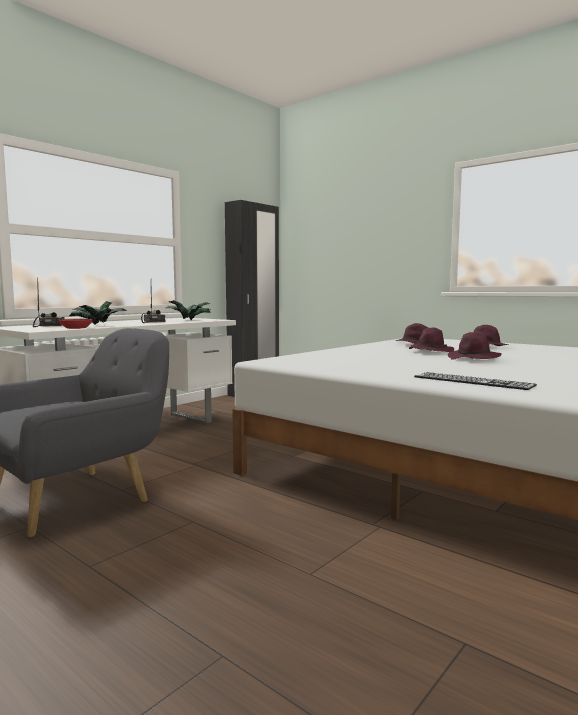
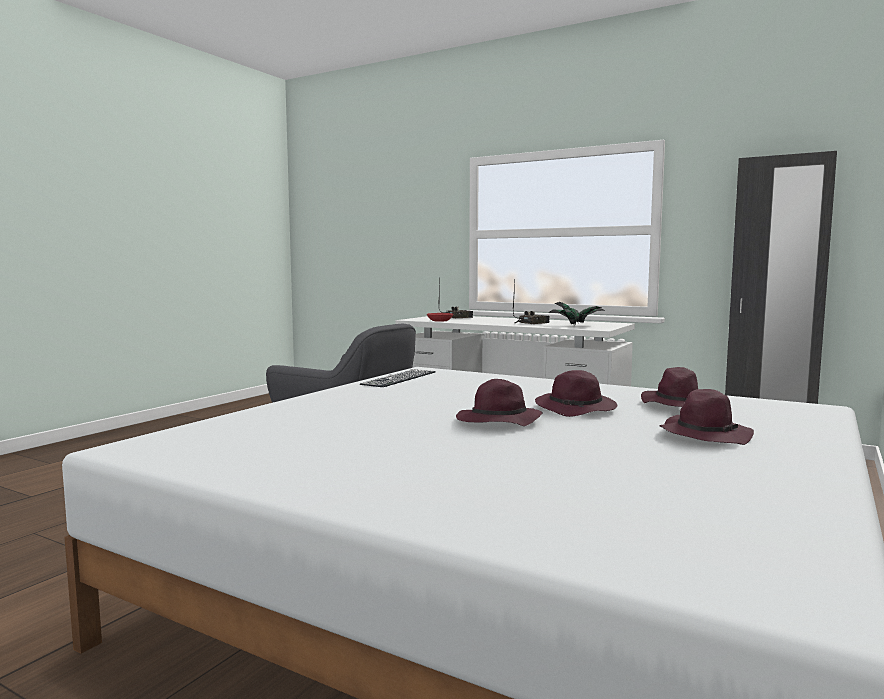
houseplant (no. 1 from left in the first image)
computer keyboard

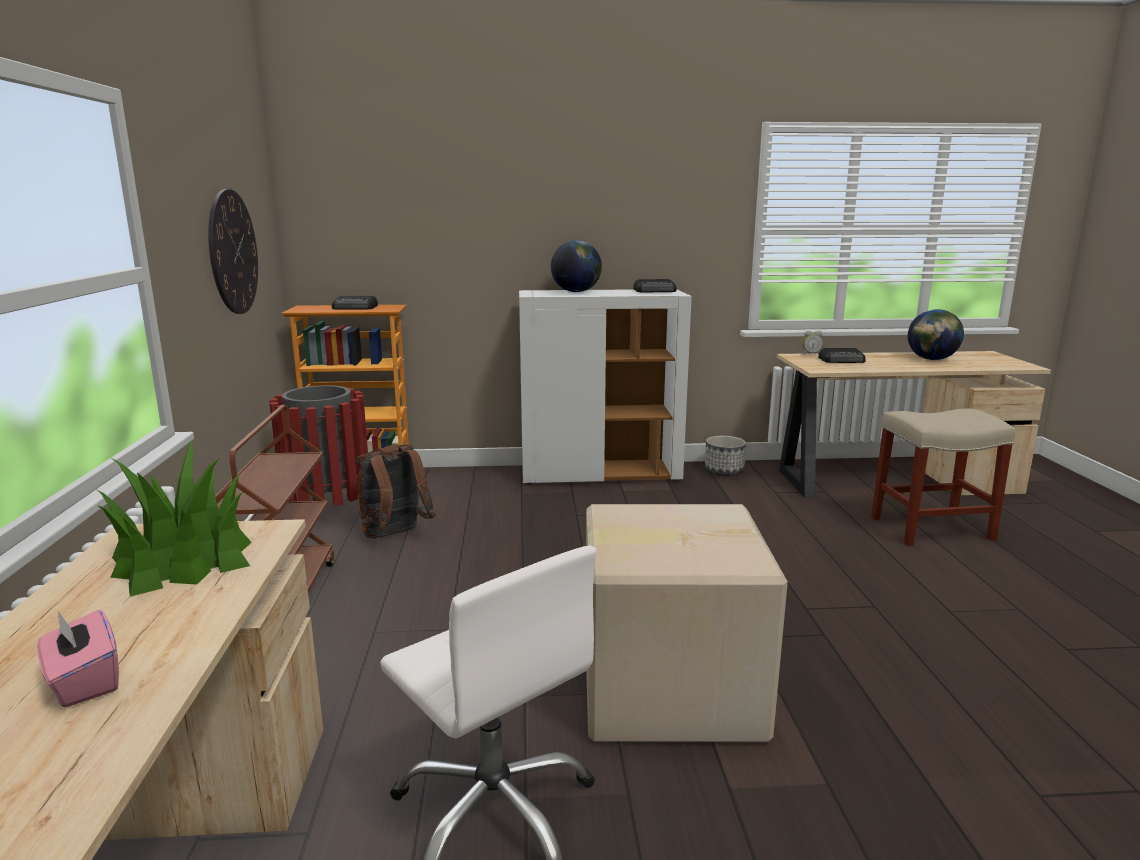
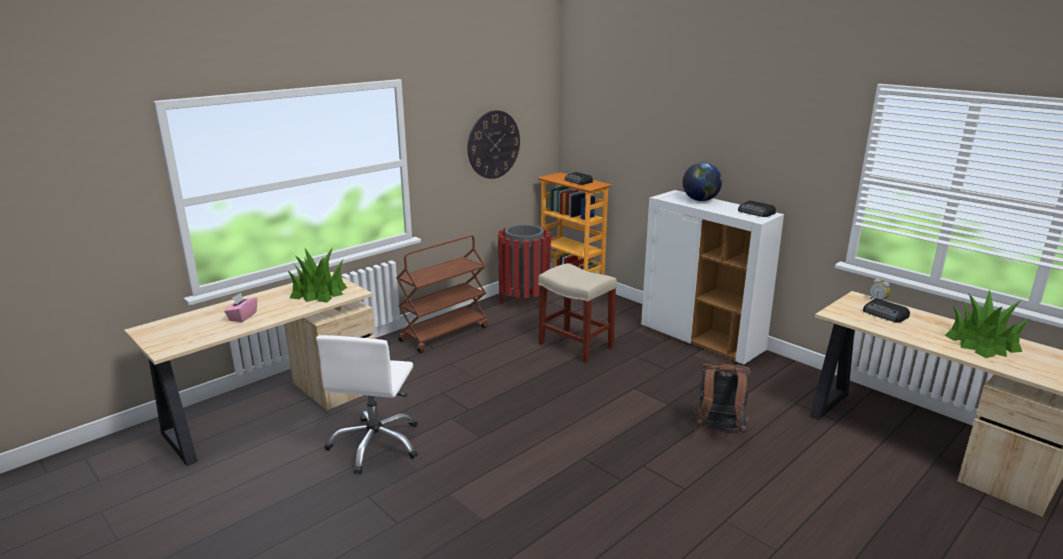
houseplant (no. 2 from left)
beige stool seat
plant pot
brown knapsack
cardboard box

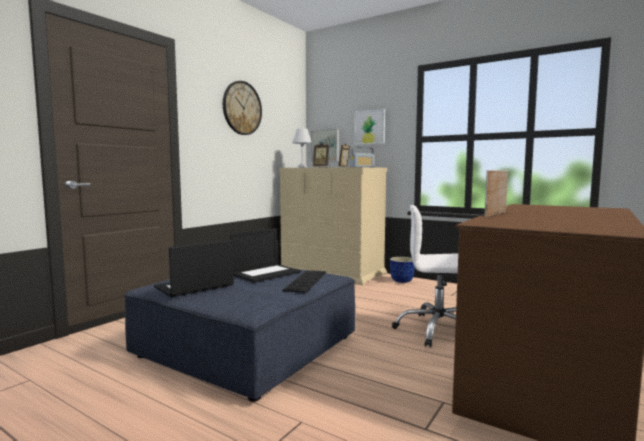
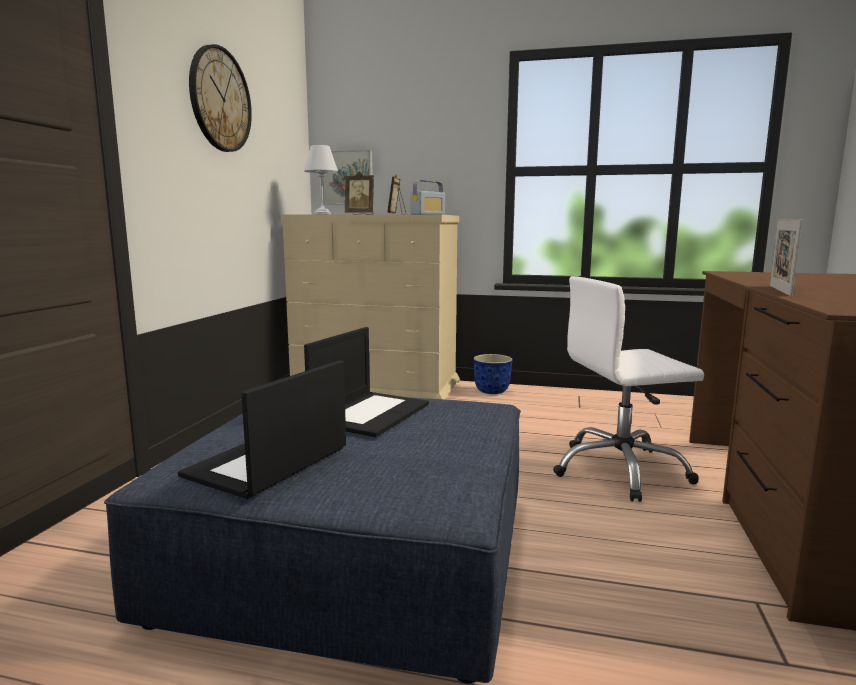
picture (no. 2 from left in the first image)
computer keyboard

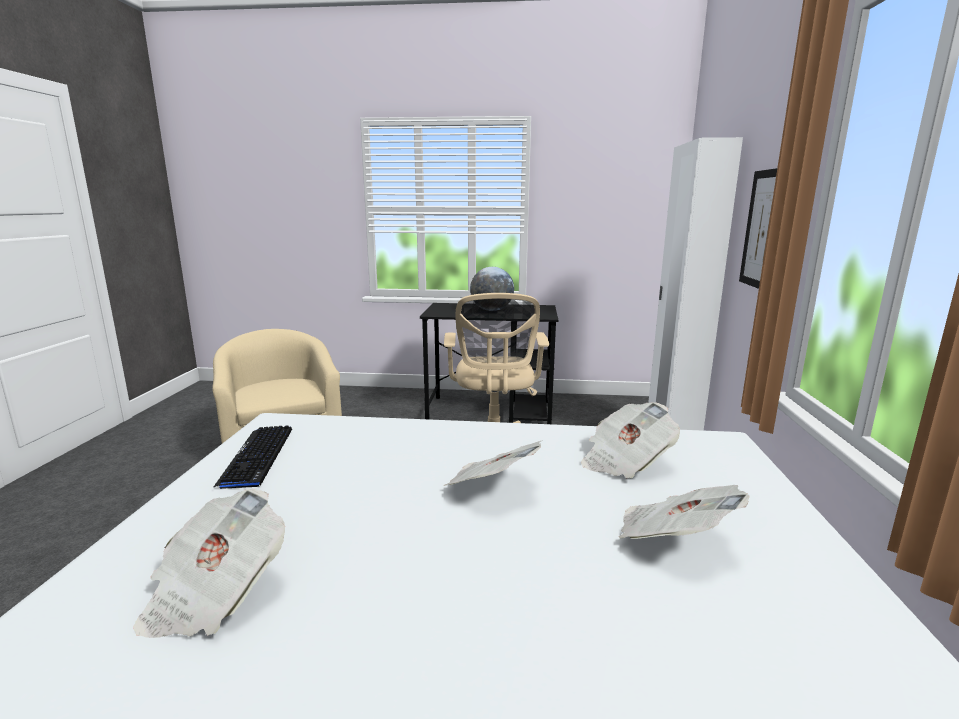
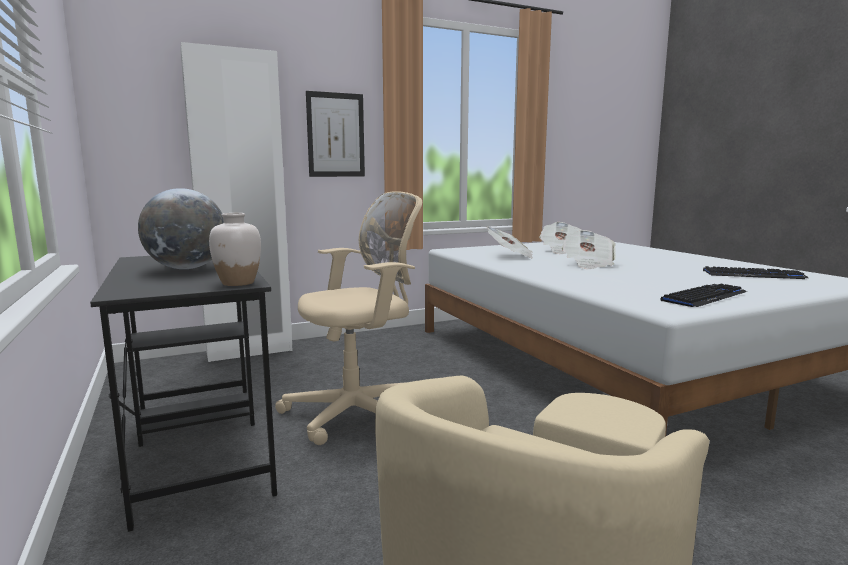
computer keyboard (no. 2 from left)
whitish flower vase

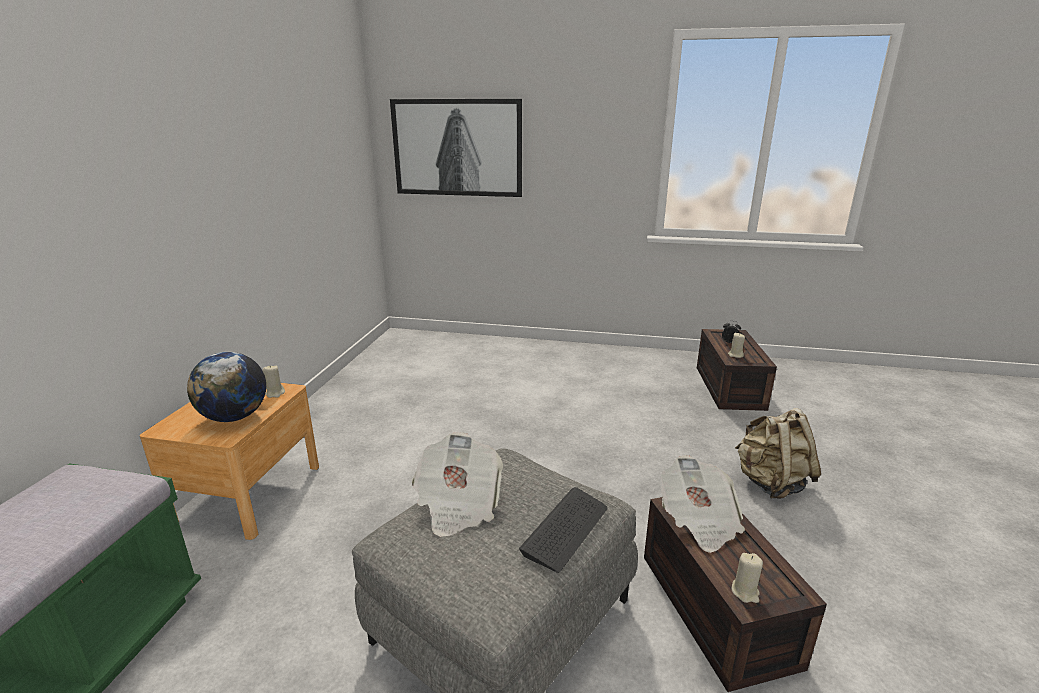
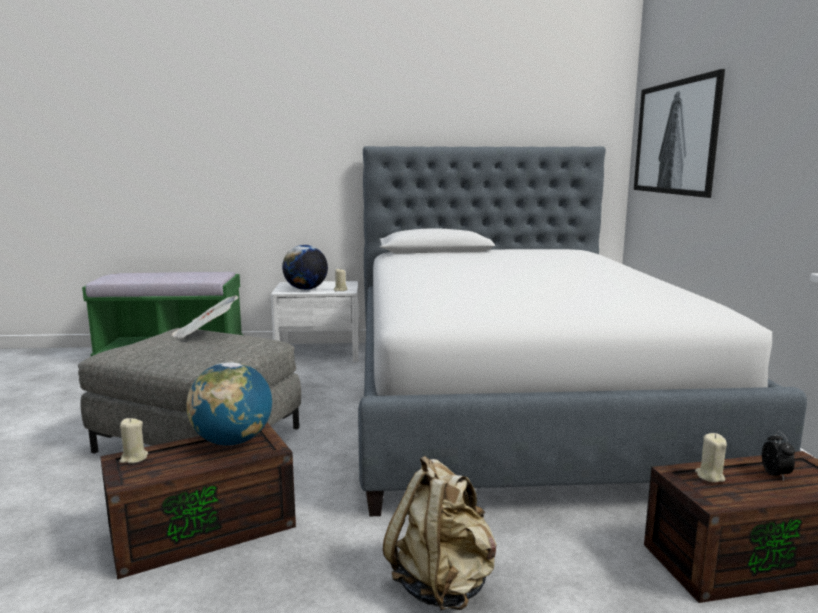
whitish bedside table
desk globe (no. 1 from left)
computer keyboard
sleeping bed

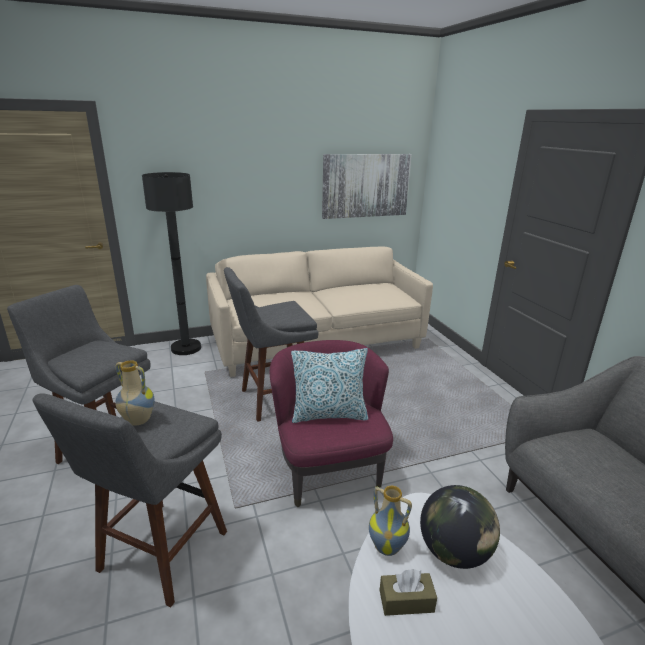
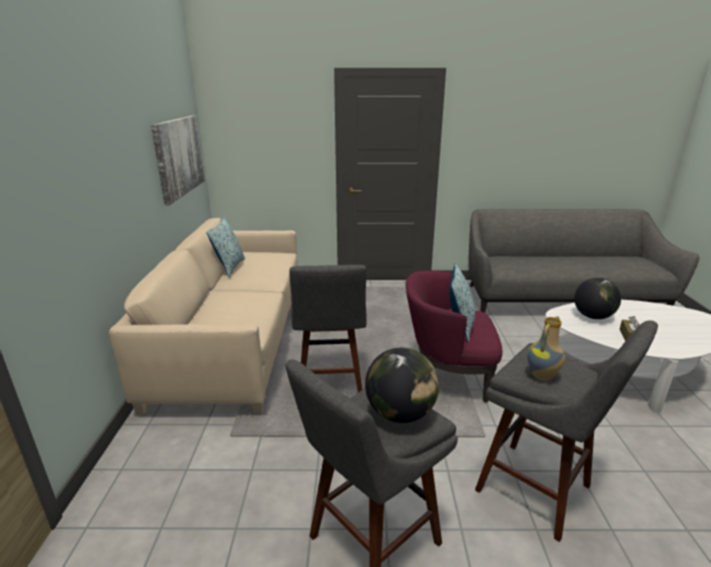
black standard lamp
flower vase (no. 2 from left in the first image)
throw pillow (no. 1 from left)
desk globe (no. 1 from left)

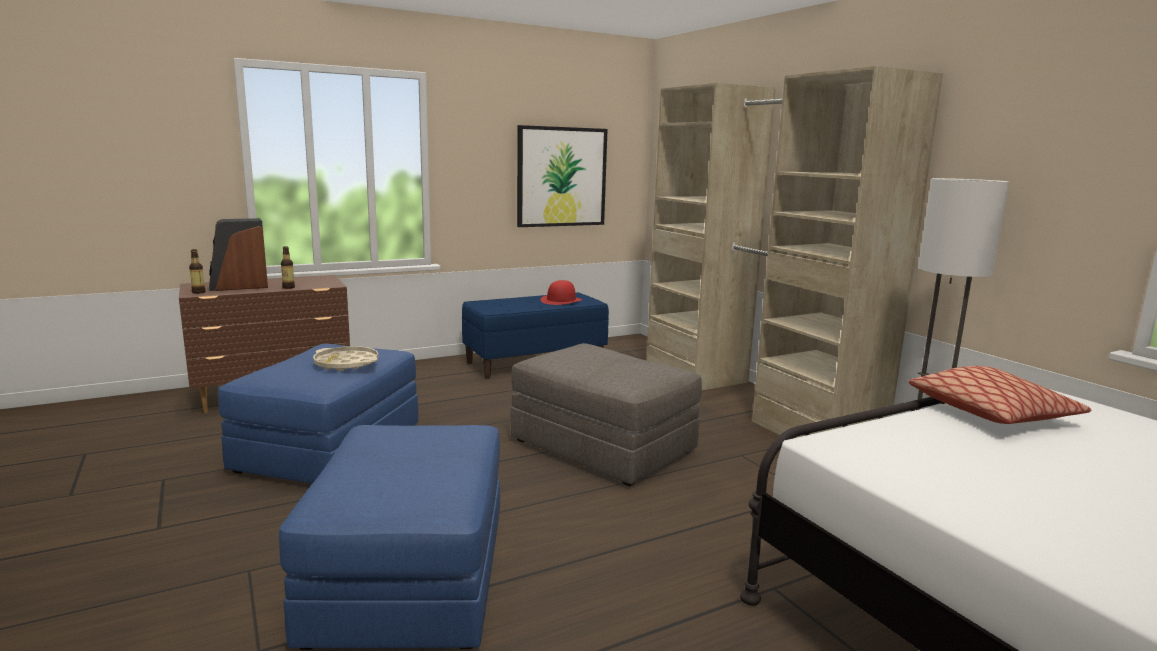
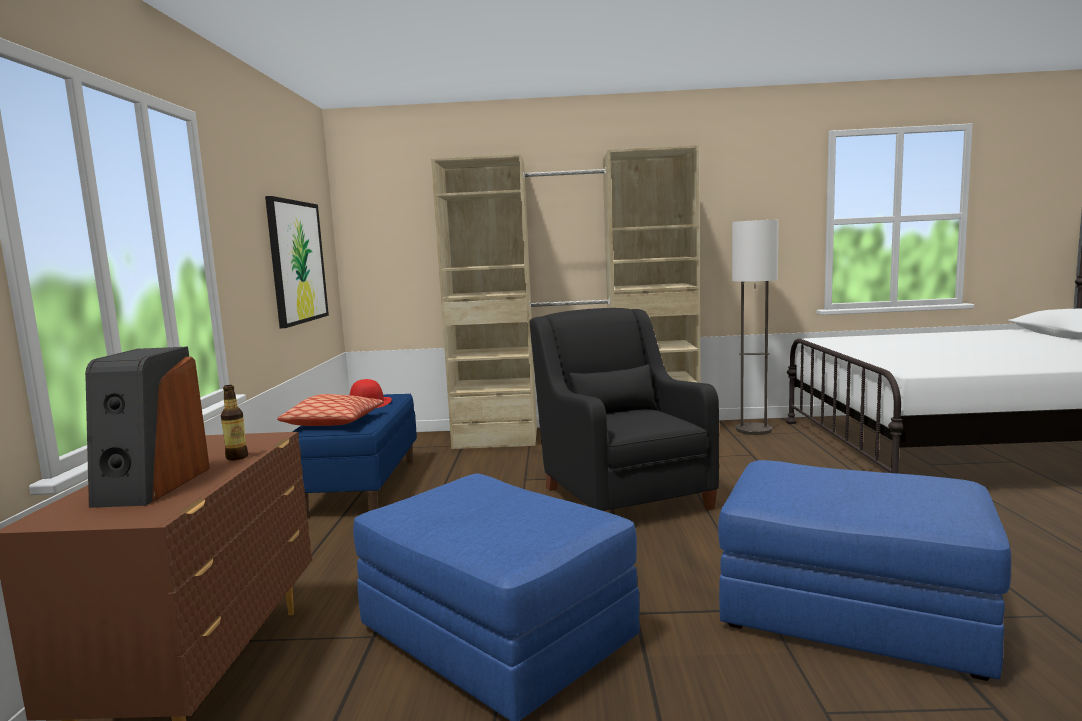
bottle (no. 1 from left in the first image)
black armchair
beige tray
throw pillow

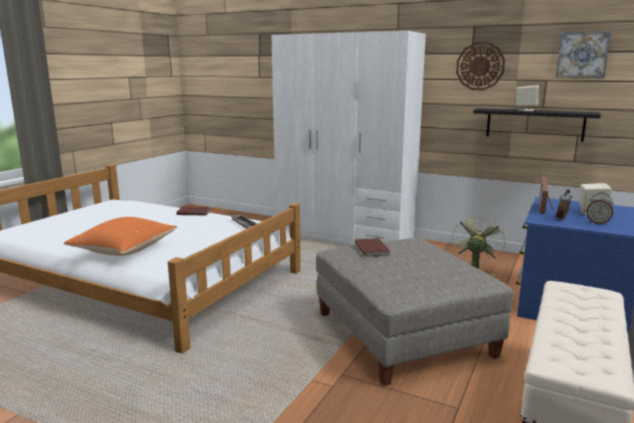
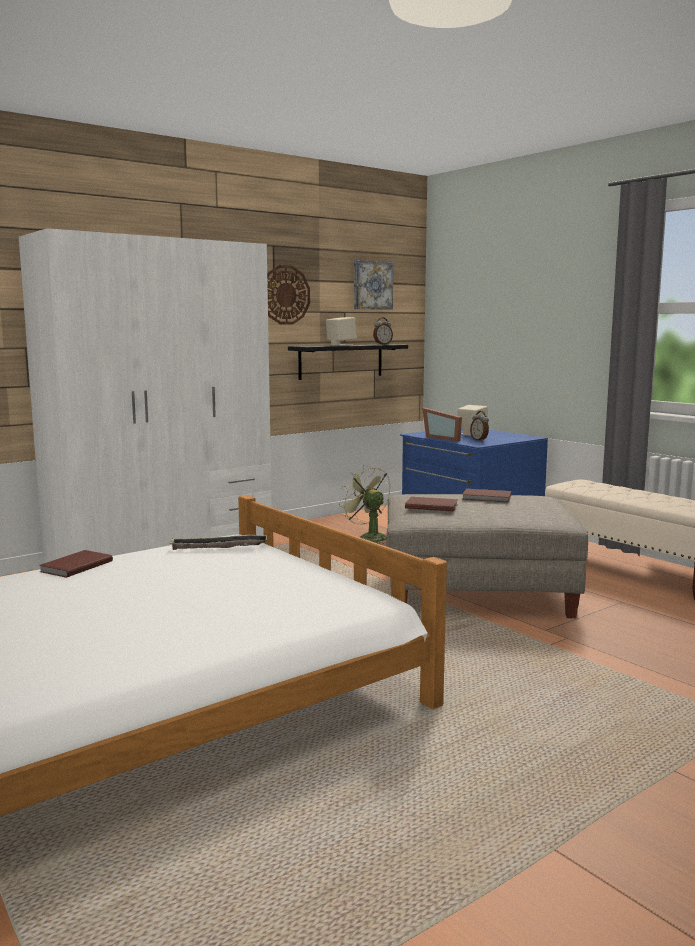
bedside clock (no. 1 from left)
orange-coloured throw pillow
brown volume (no. 3 from left)

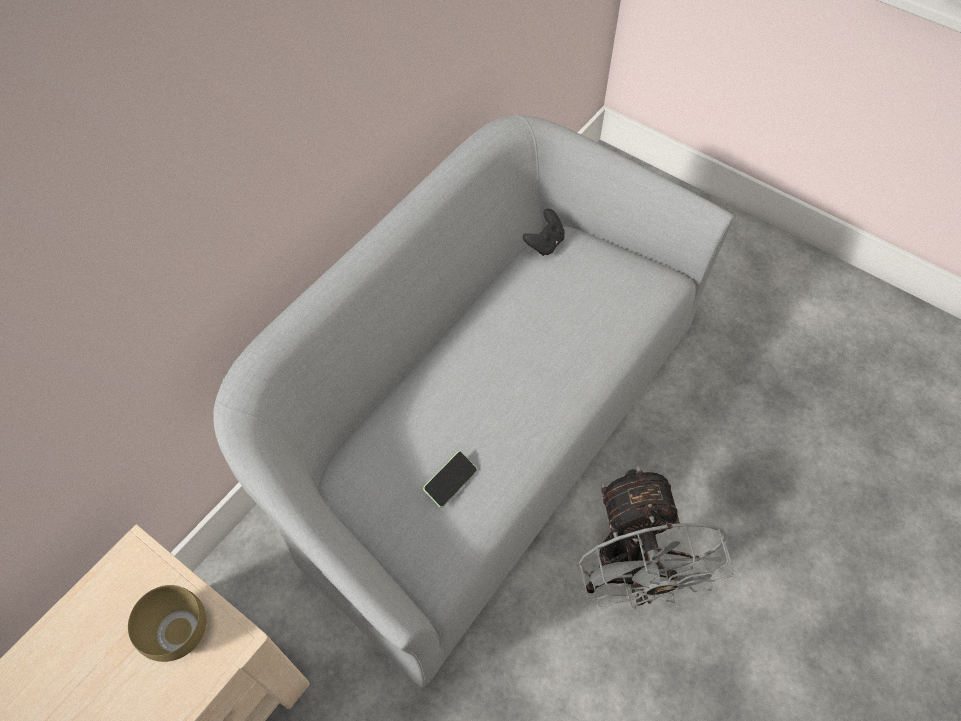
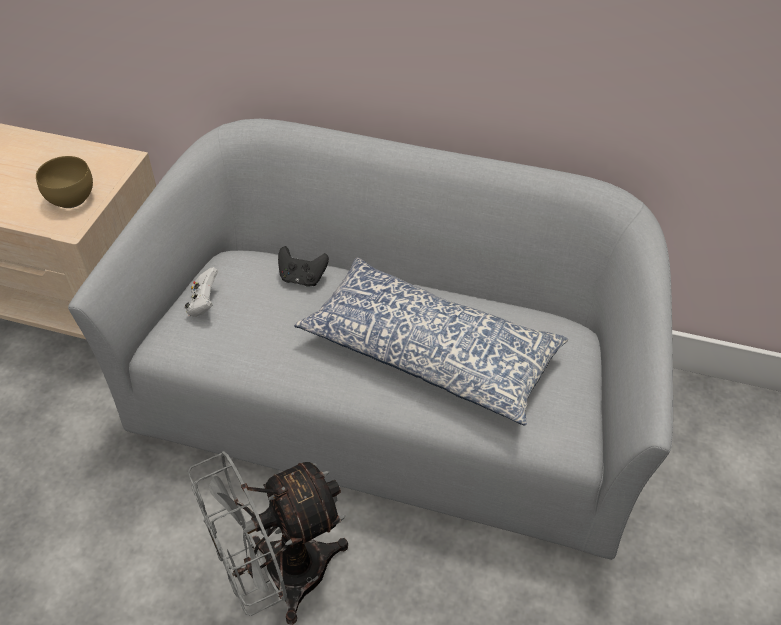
black gamepad
phone
throw pillow
whitish gamepad

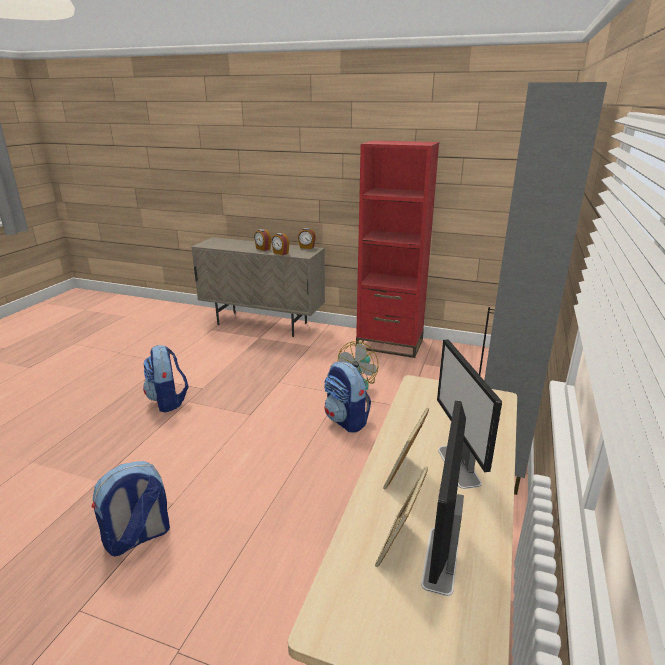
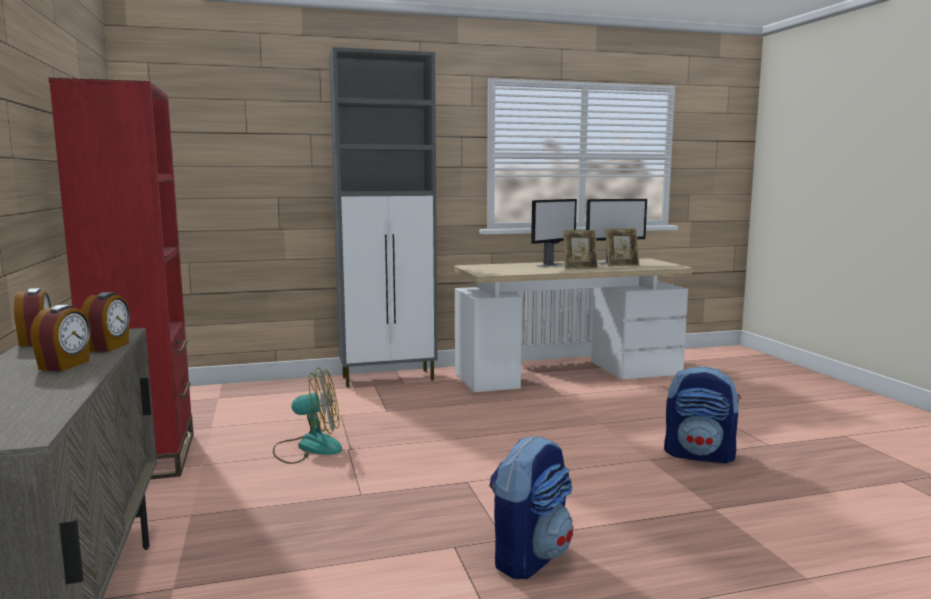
knapsack (no. 3 from left in the first image)

